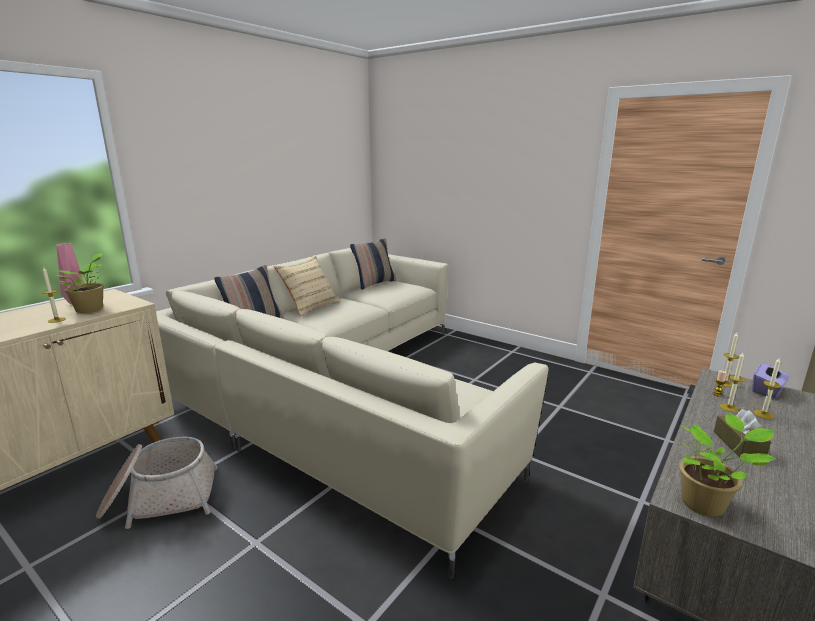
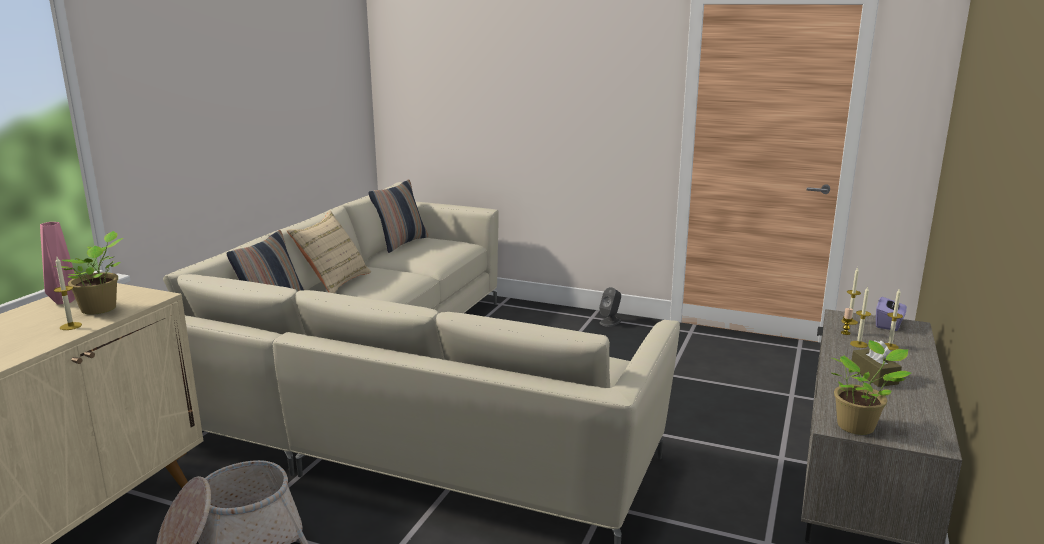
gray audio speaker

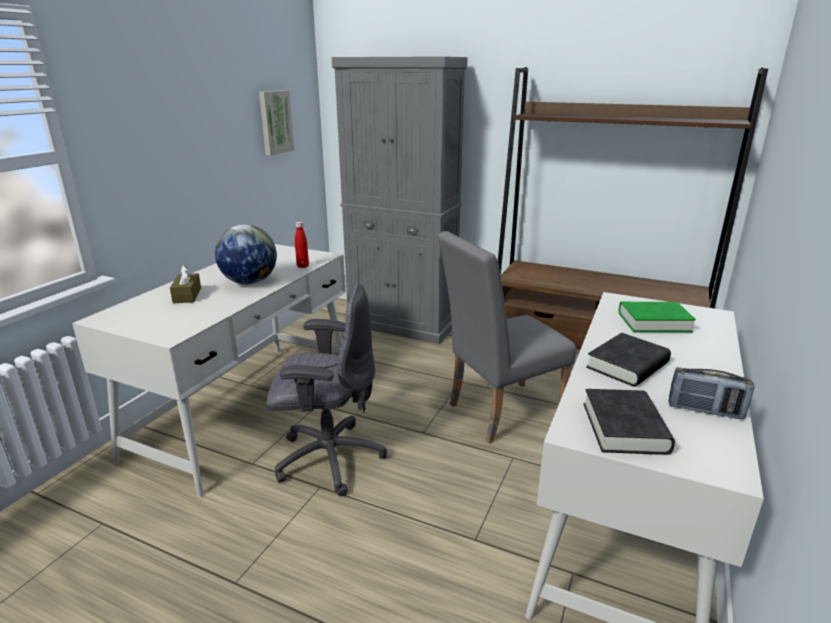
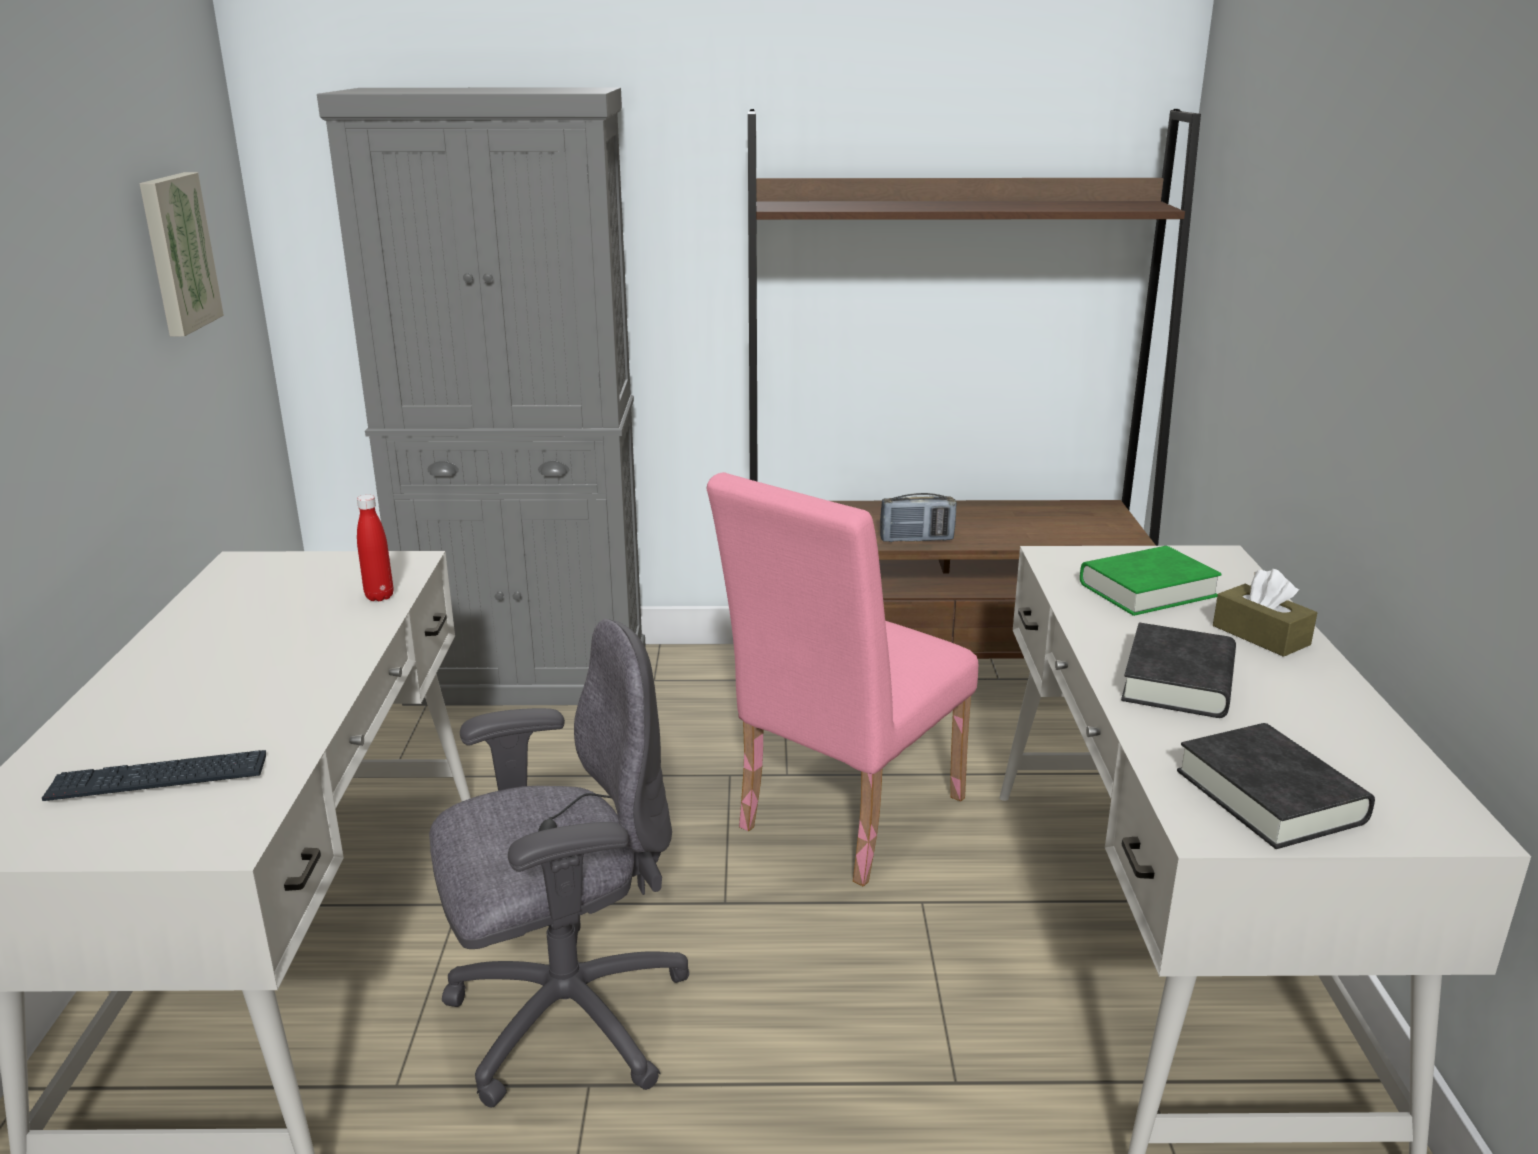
desk globe
pink-coloured plain chair
brown box of tissues
radio receiver
computer keyboard

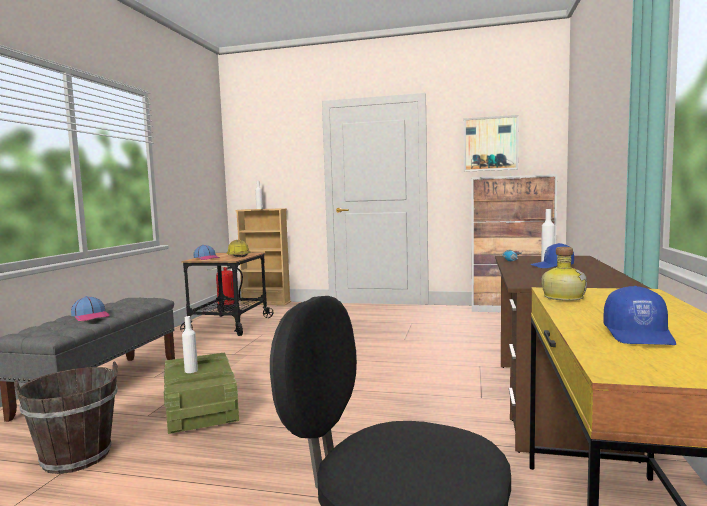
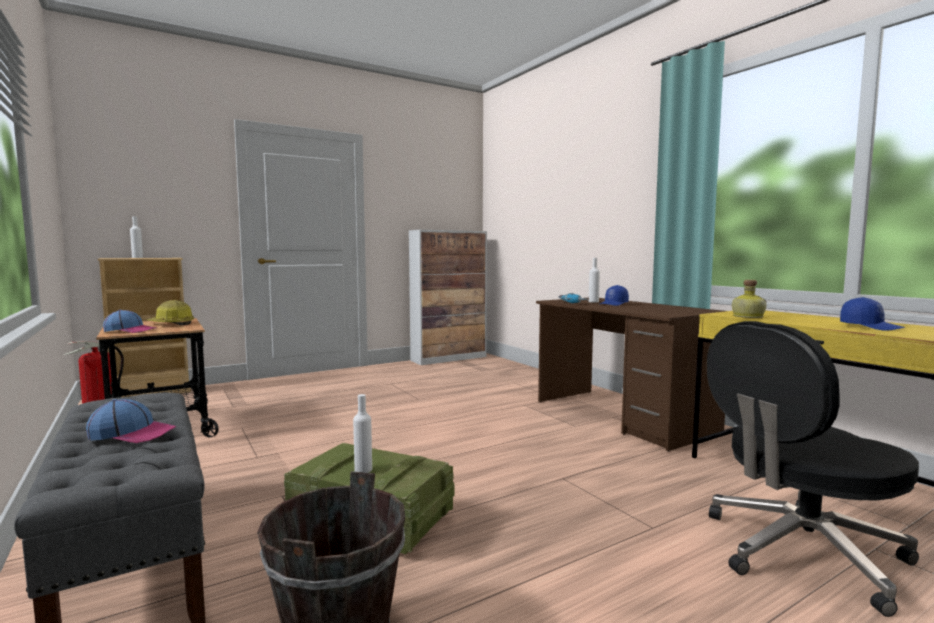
picture

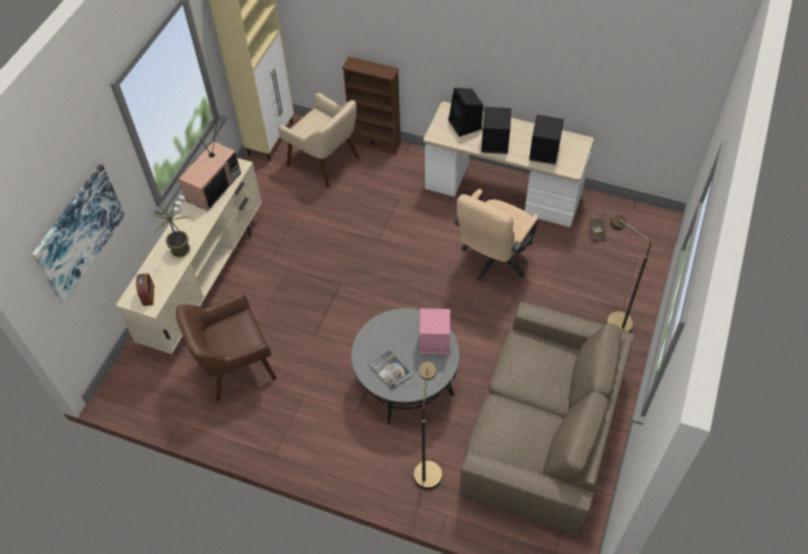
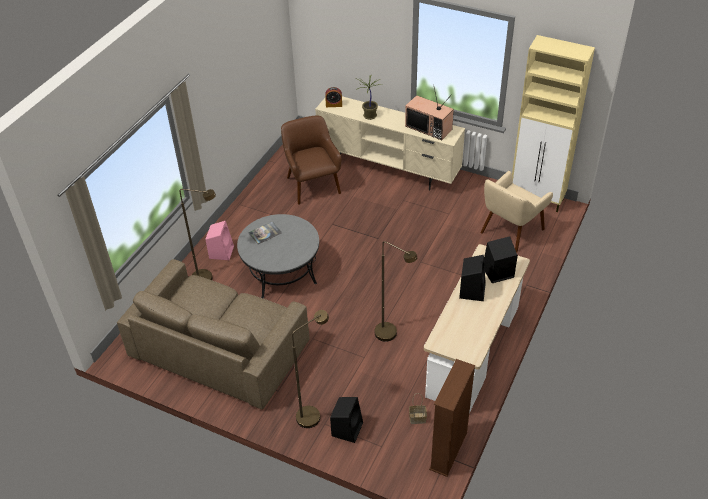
brown bookshelf
black audio speaker (no. 1 from left)
picture
brown standard lamp (no. 3 from left)
pink-coloured audio speaker

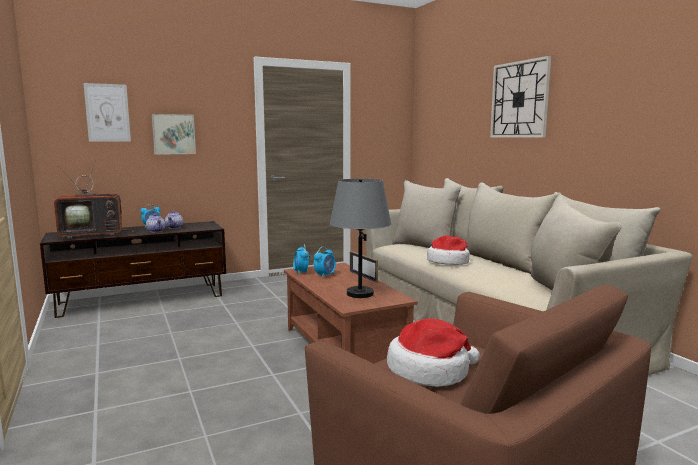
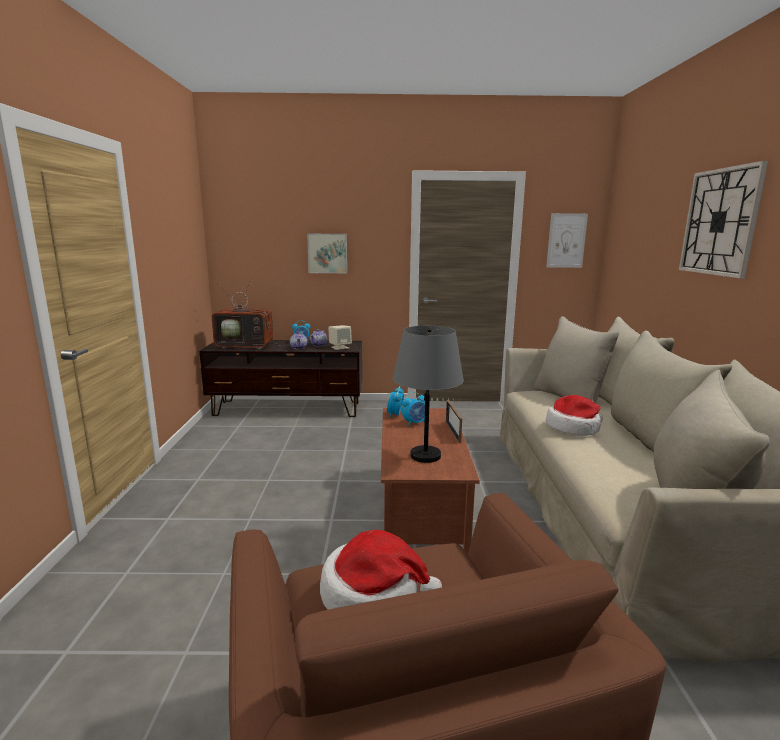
picture (no. 2 from left)
beige audio speaker

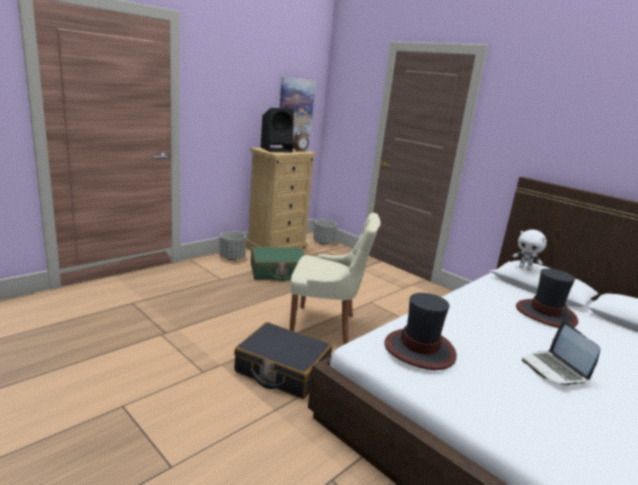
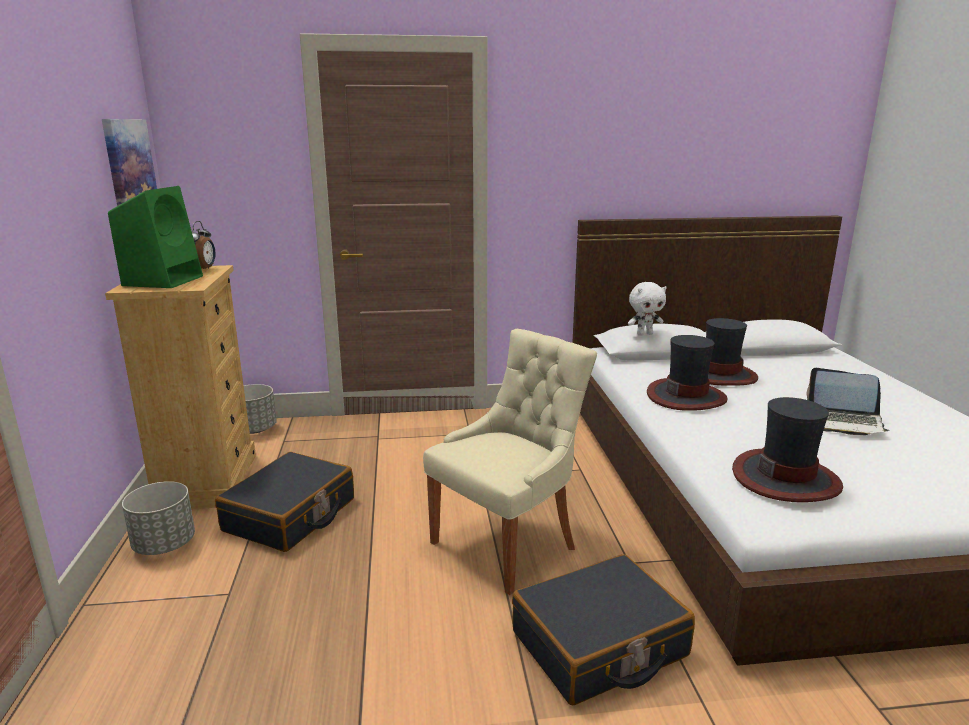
greenish audio speaker
black suitcase (no. 1 from left)
wearable hat (no. 1 from left)

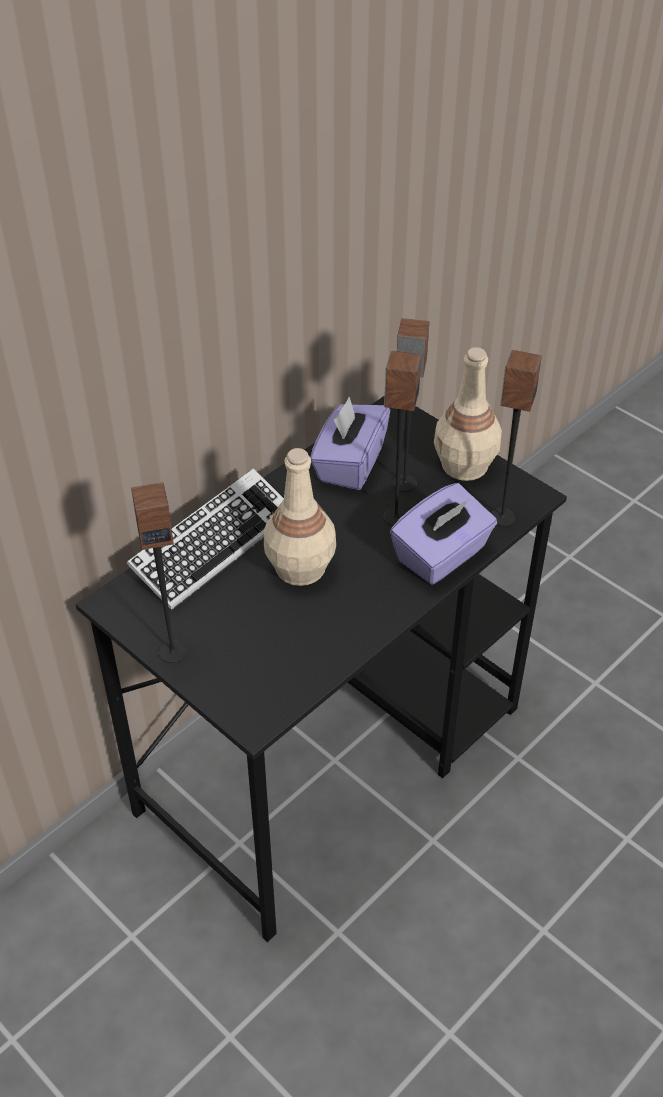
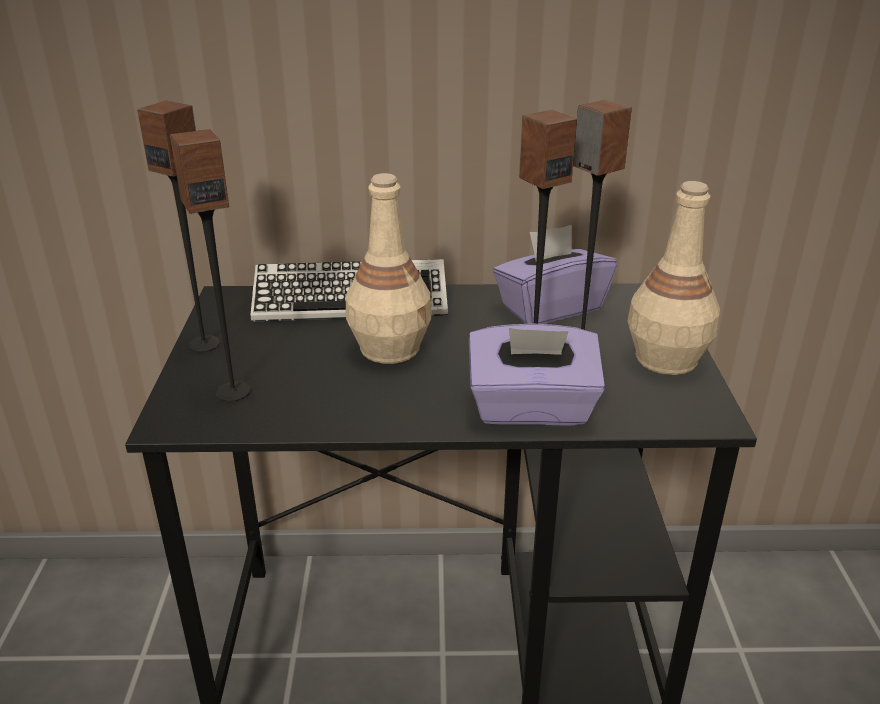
audio speaker (no. 2 from left)

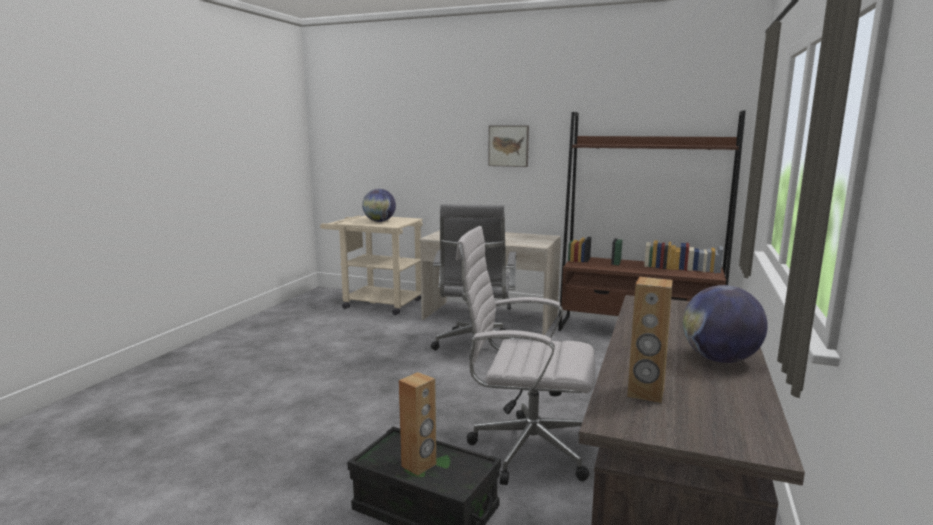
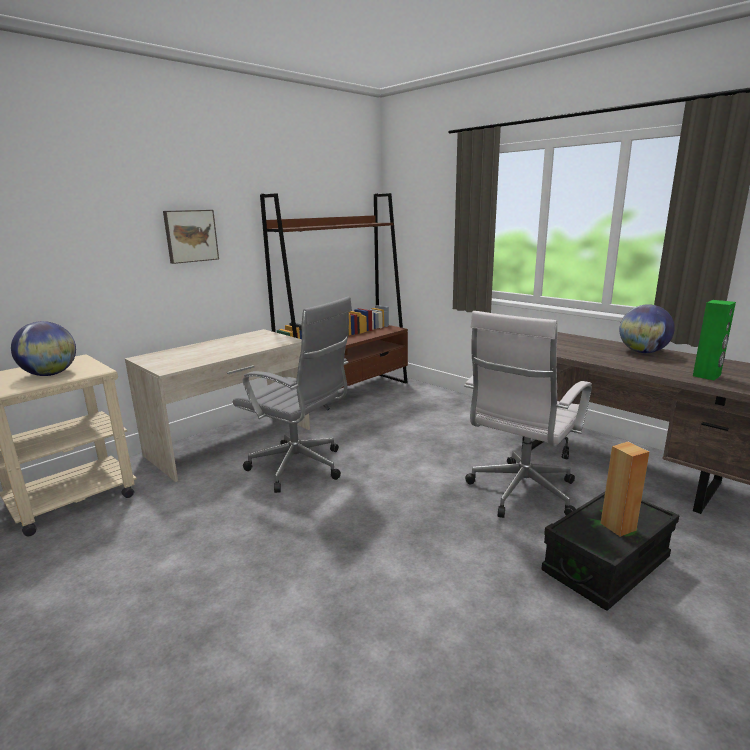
greenish audio speaker

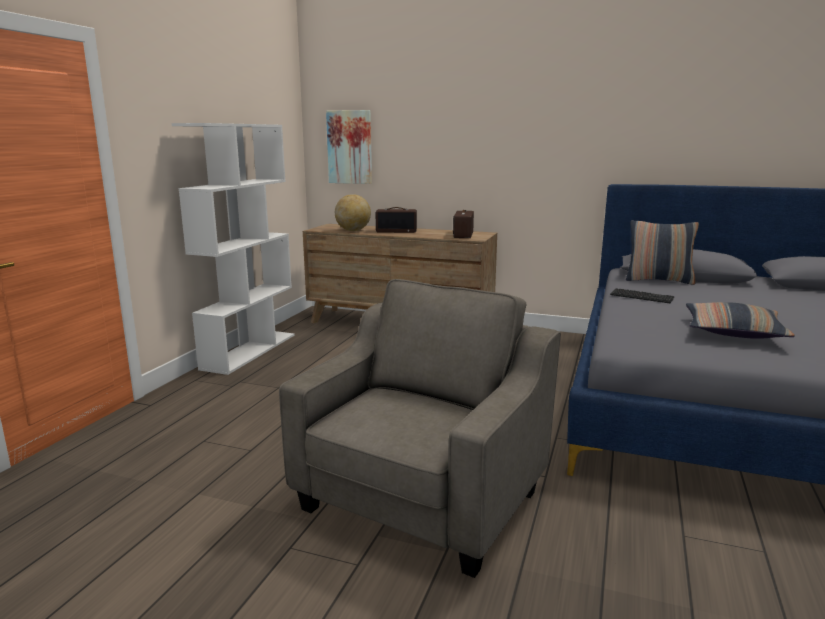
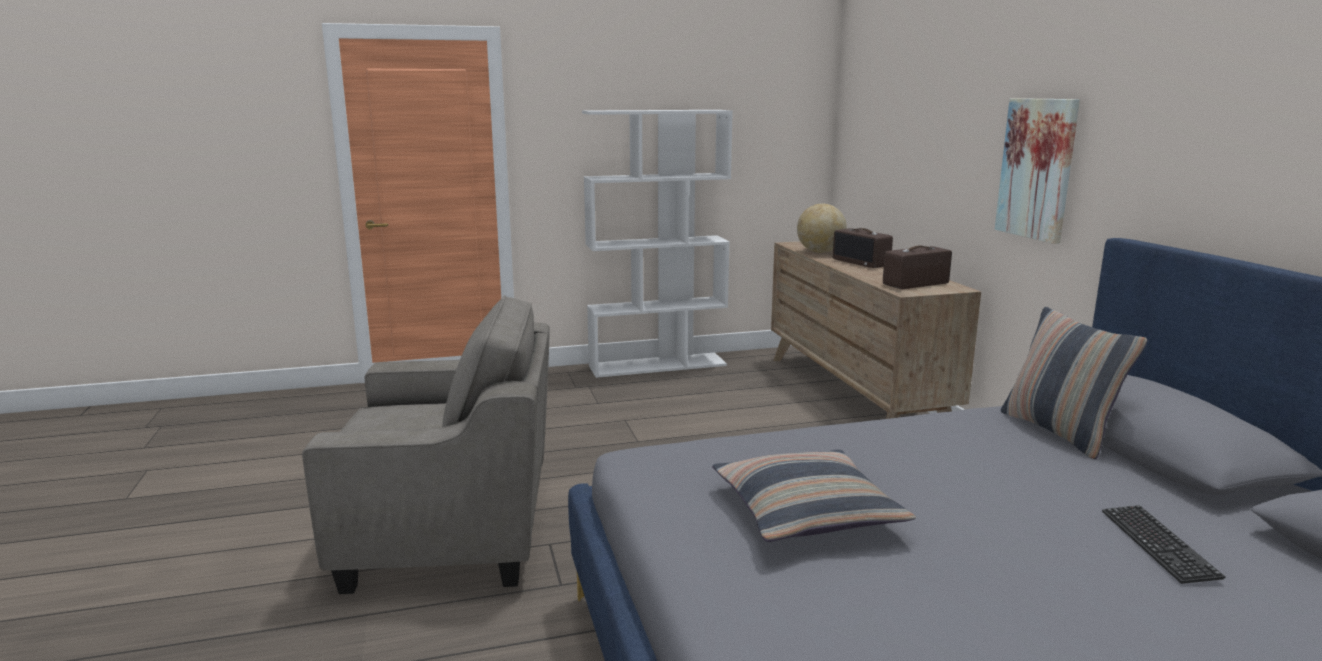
picture
computer keyboard

